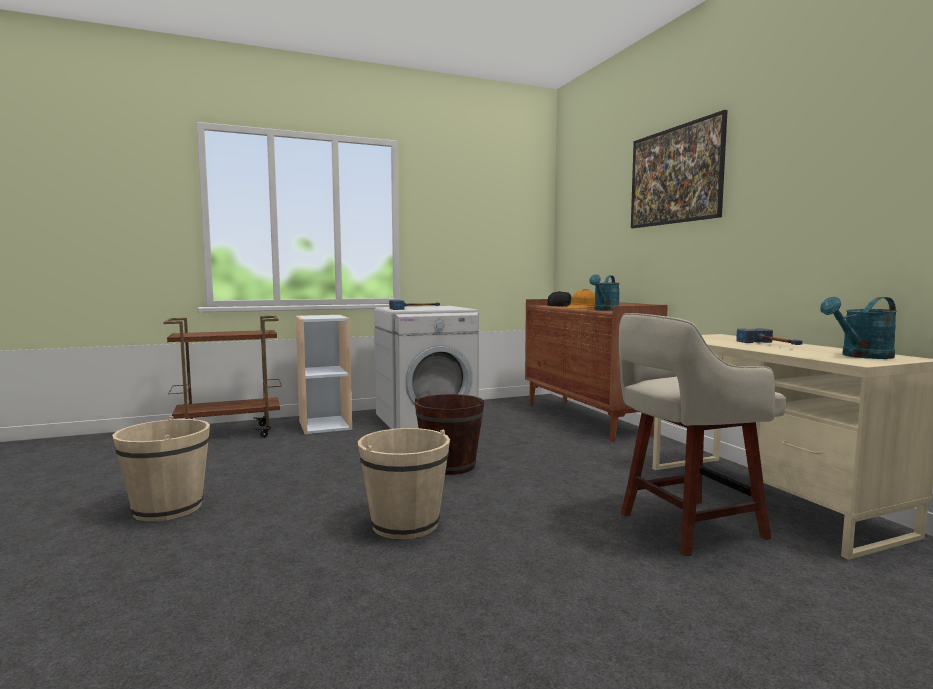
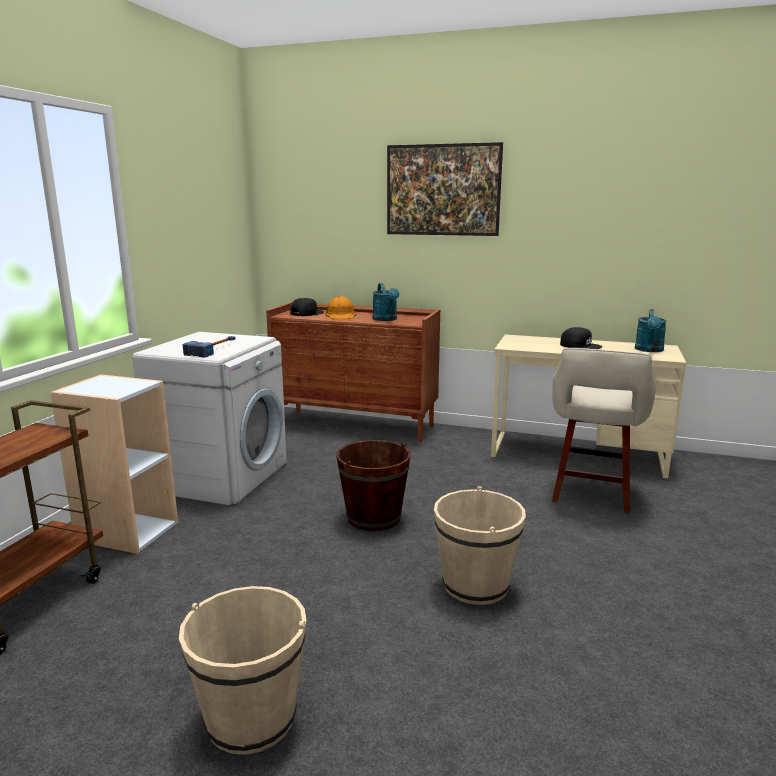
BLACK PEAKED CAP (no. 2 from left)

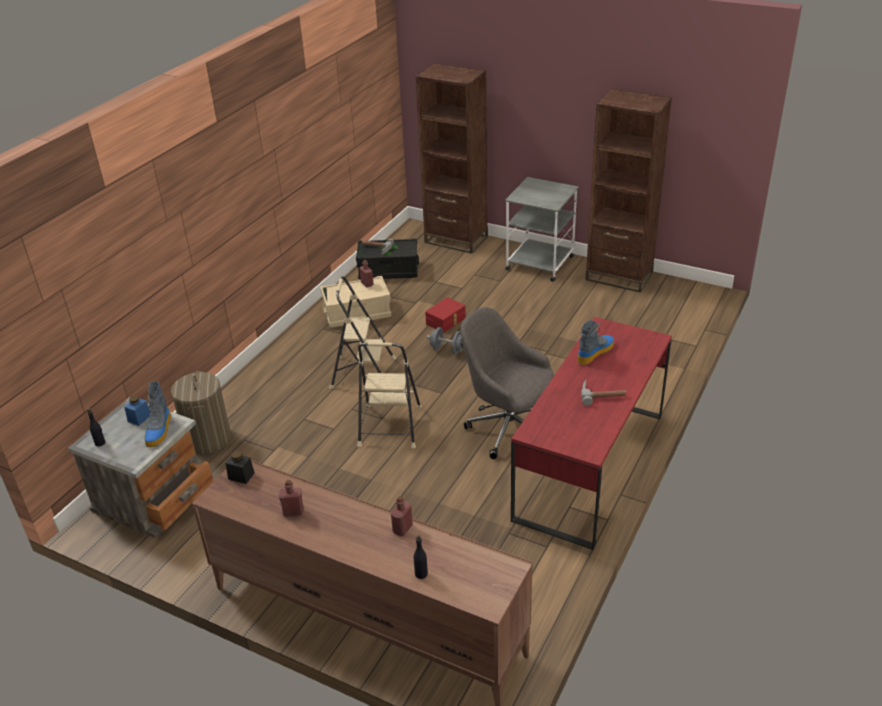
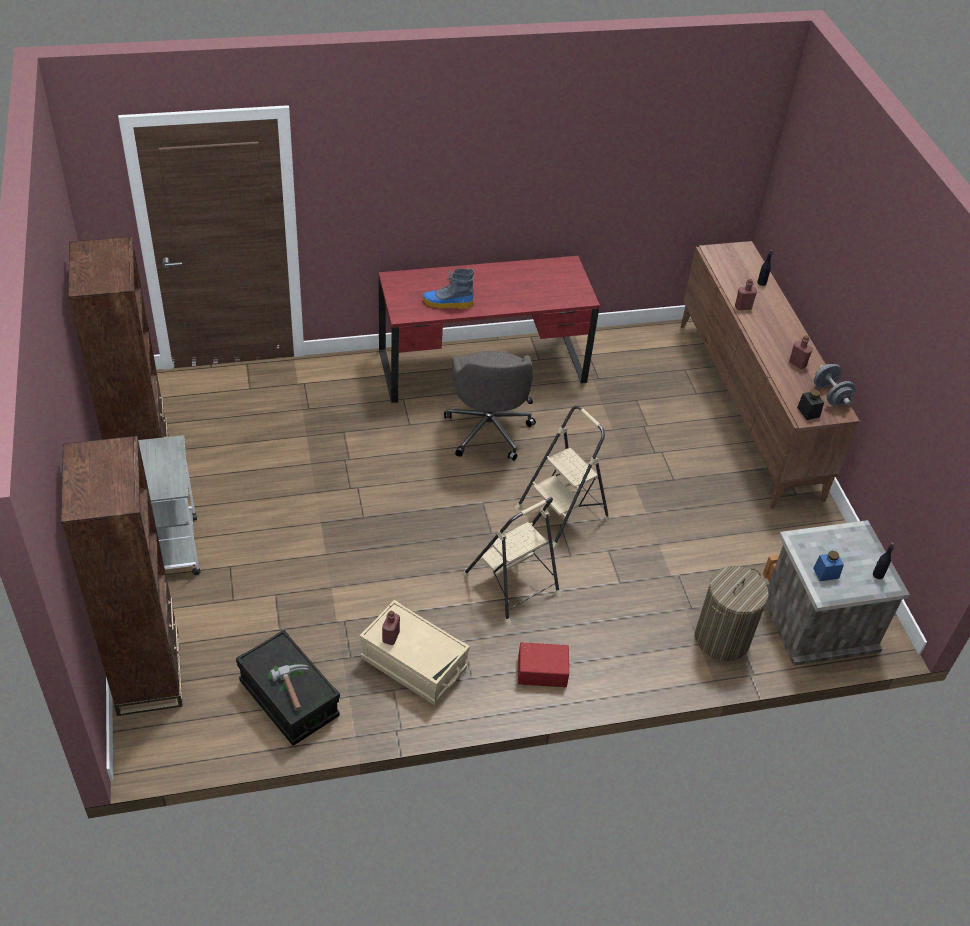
BOOT (no. 1 from left in the first image); TOOL HAMMER (no. 2 from left in the first image); RED STORAGE BIN; GRAY FREE WEIGHT

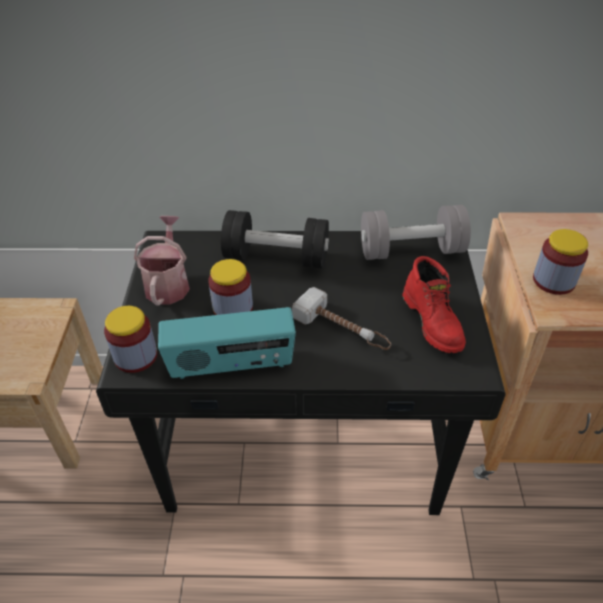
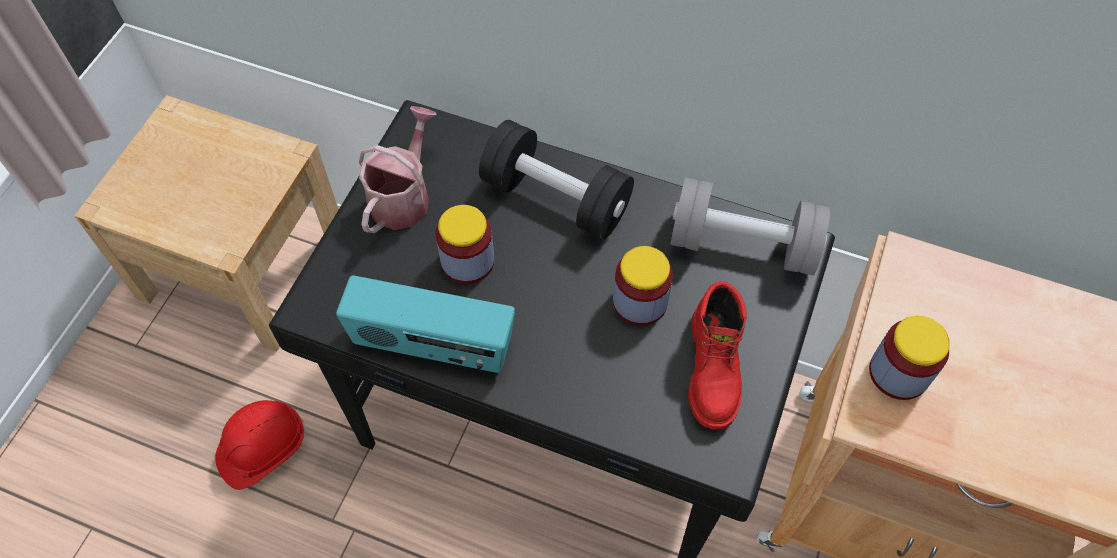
TOOL HAMMER; RED WORK HELMET; STORAGE JAR (no. 2 from left)

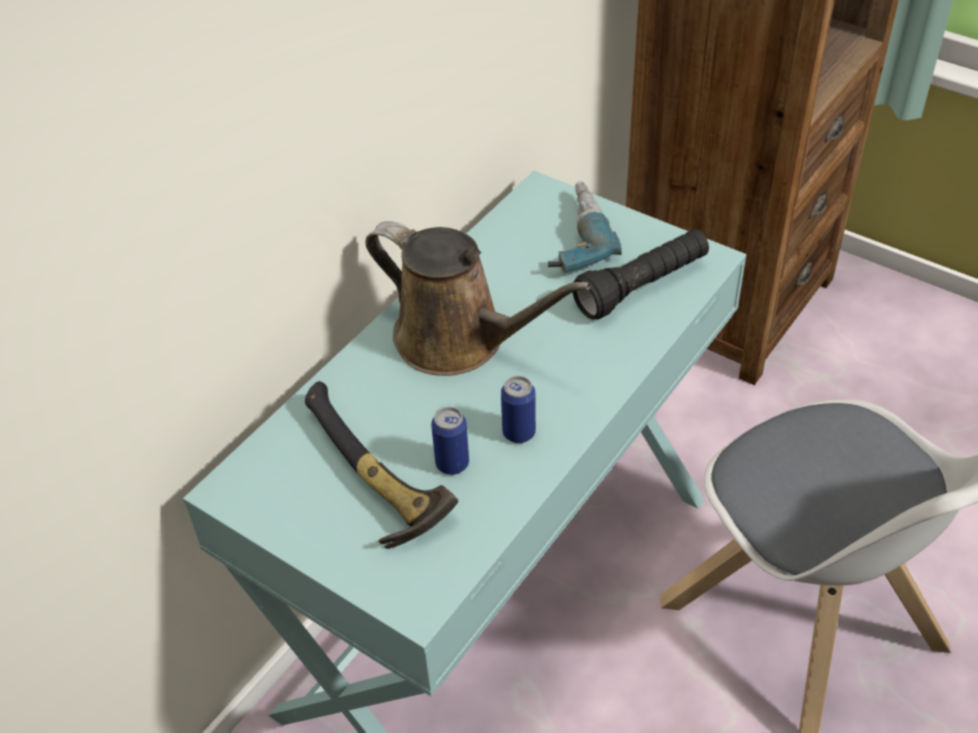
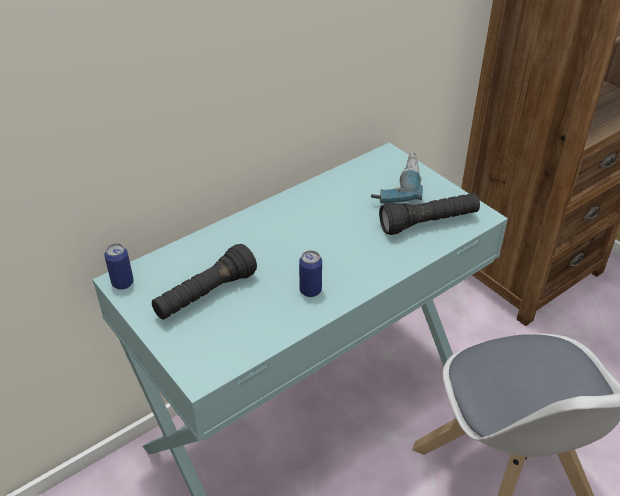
BROWN WATERING CAN; CAN (no. 1 from left); BLACK TORCH (no. 1 from left)

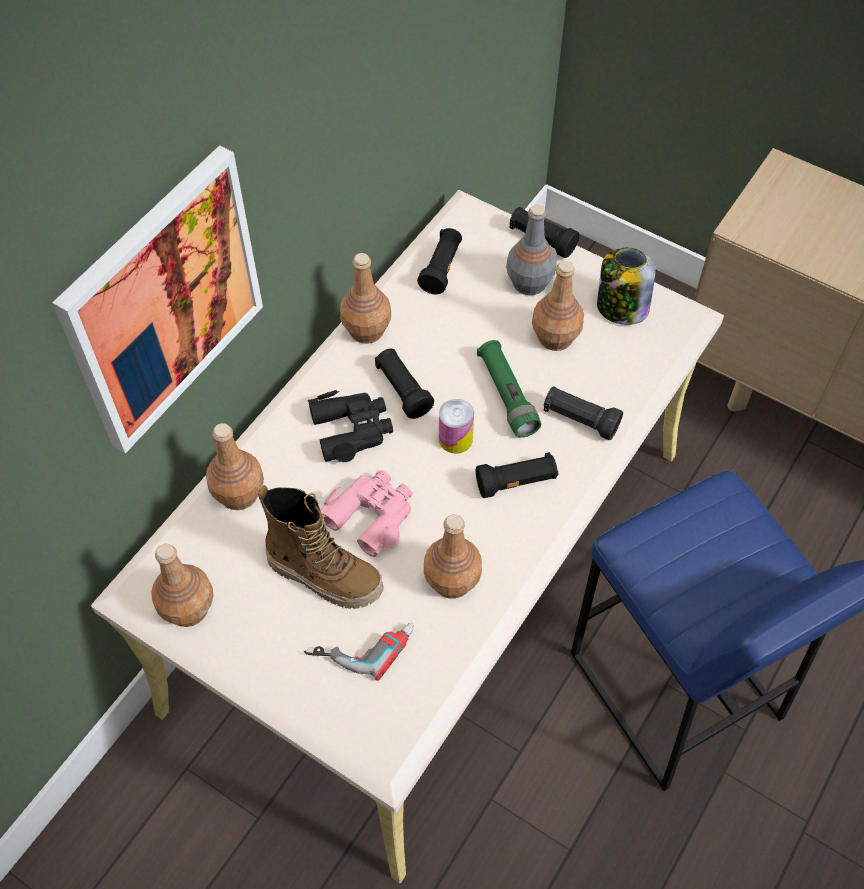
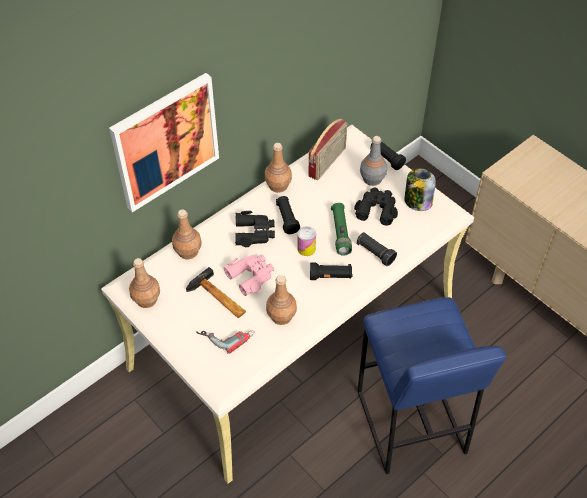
TOOL HAMMER; RADIO RECEIVER; BLACK PAIR OF BINOCULARS (no. 2 from left)

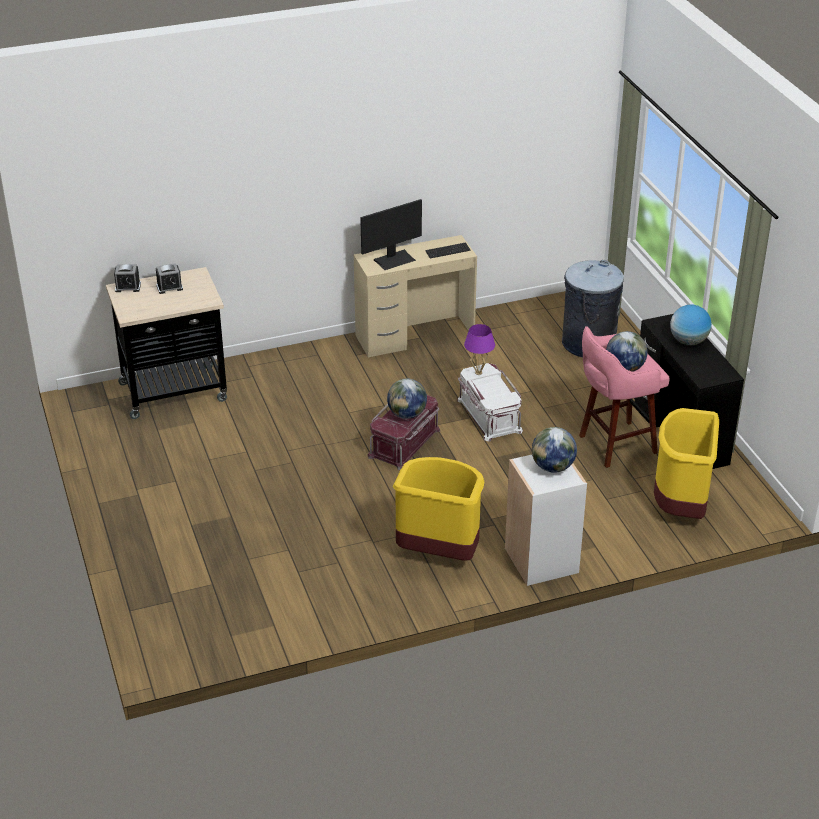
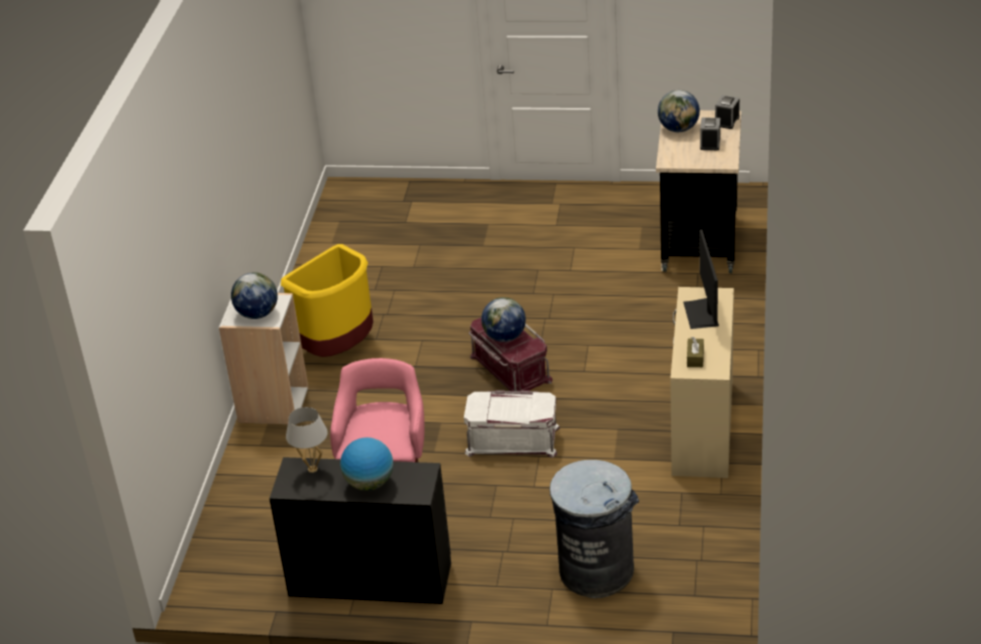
PURPLE TABLE LAMP; YELLOW-COLOURED TRASH CAN (no. 2 from left in the first image); WHITISH TABLE LAMP; DESK GLOBE (no. 4 from left); BROWN TISSUE HOLDER

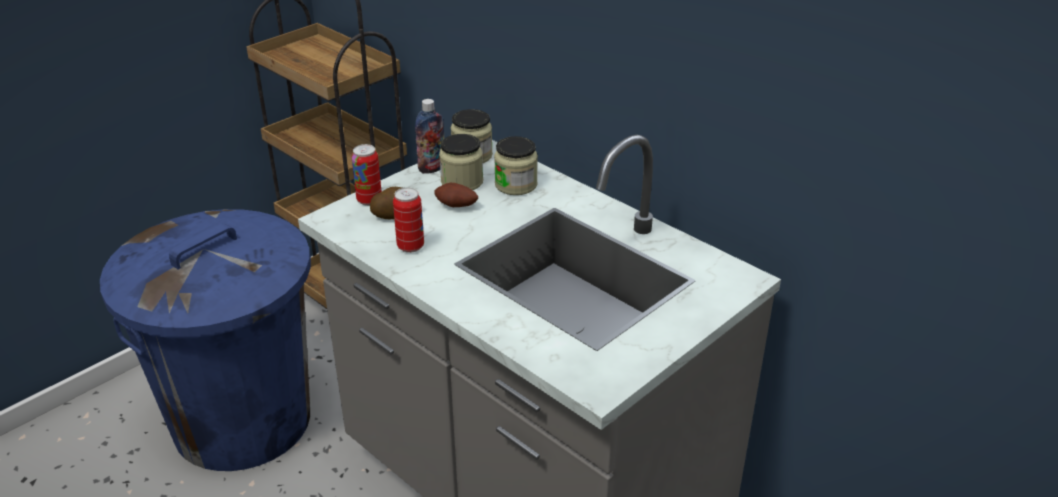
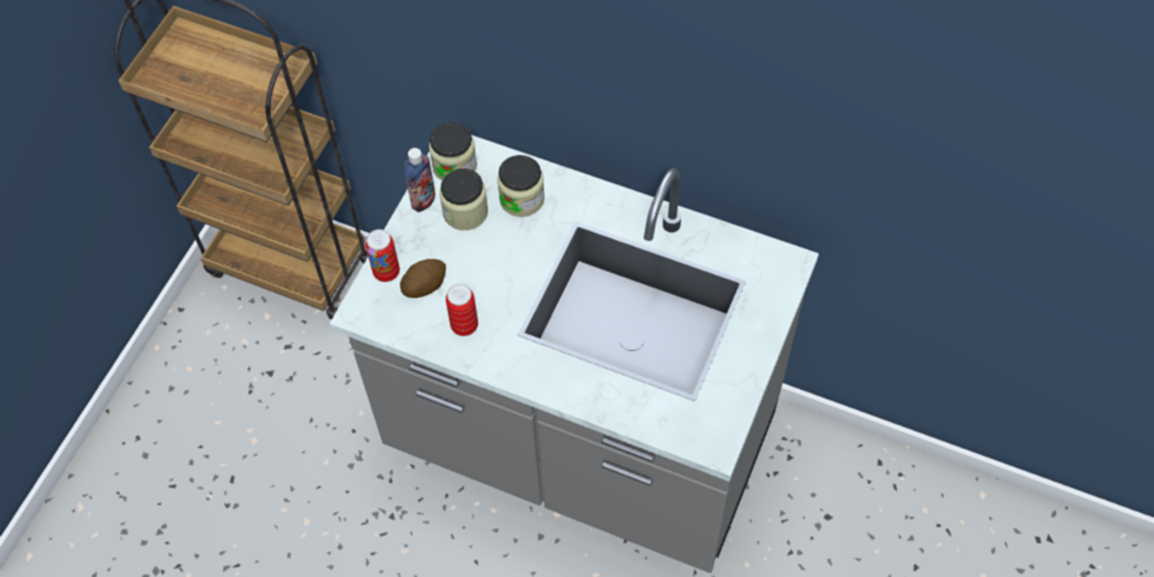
BLUISH TRASH CAN; SPUD (no. 2 from left in the first image)

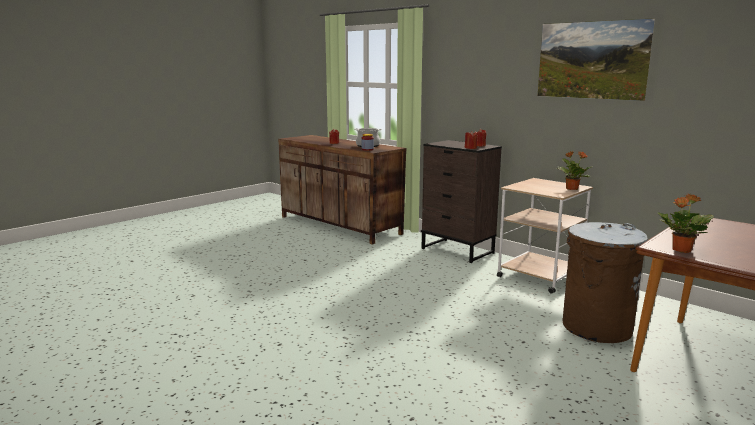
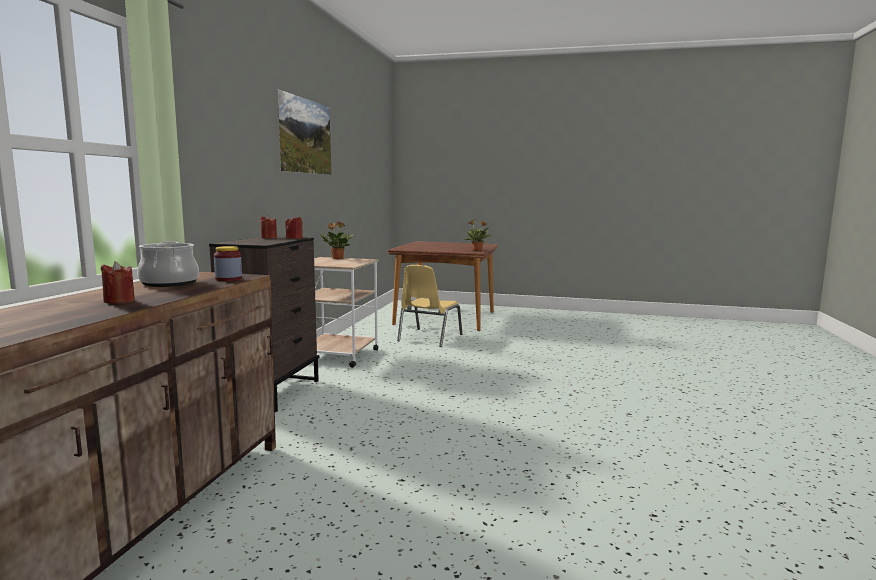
YELLOW-COLOURED PLAIN CHAIR

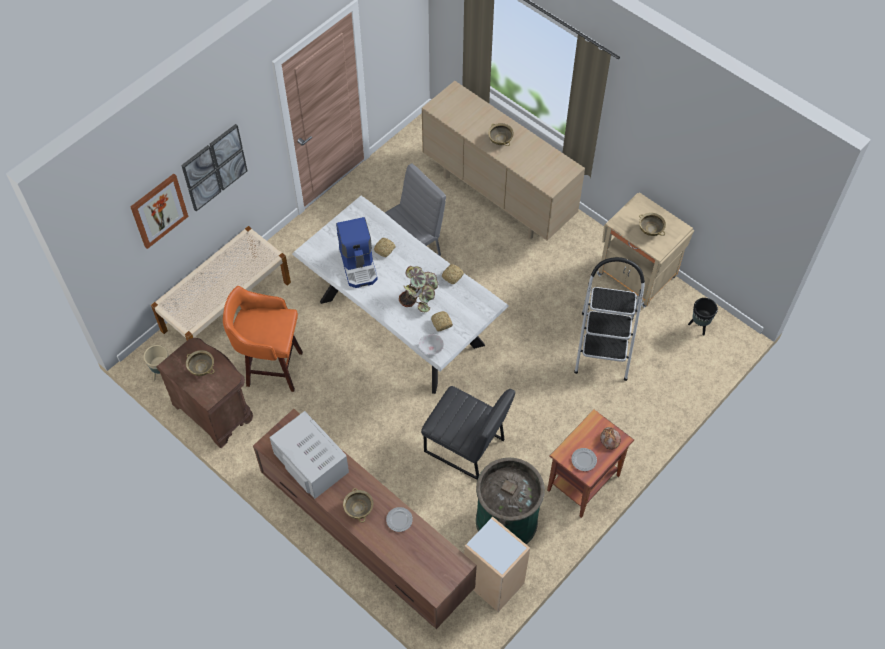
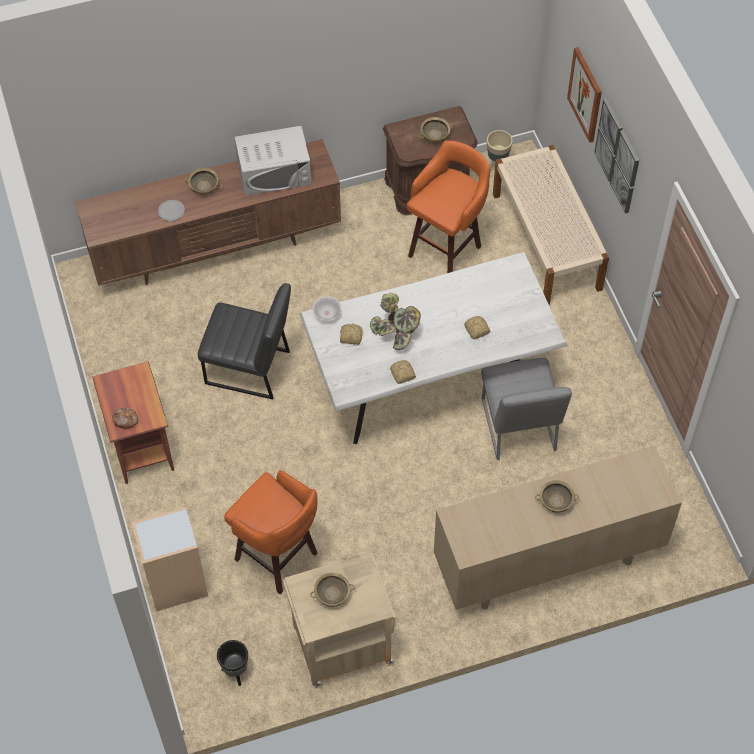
COFFEE BREWER; GREEN-COLOURED TRASH CAN; DINNER PLATE (no. 2 from left in the first image); BOOKSHELF; ORANGE-COLOURED STOOL (no. 1 from left); GRAY PLAIN CHAIR (no. 1 from left)

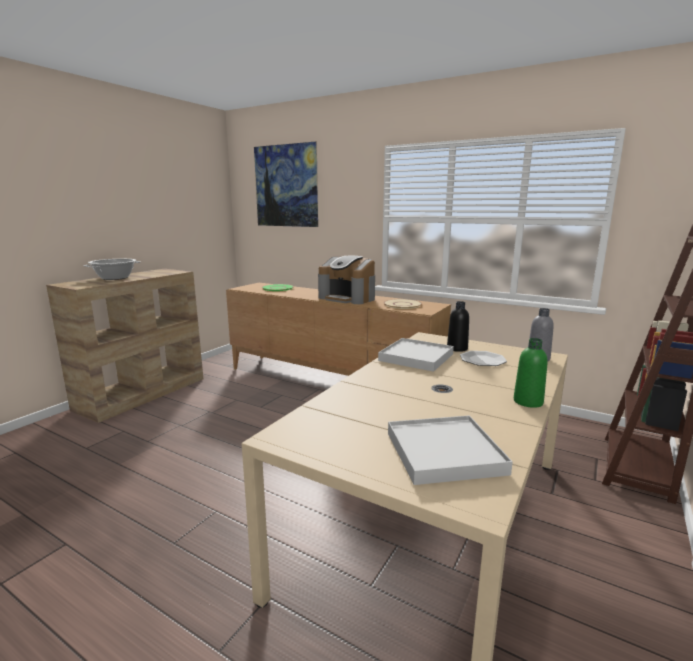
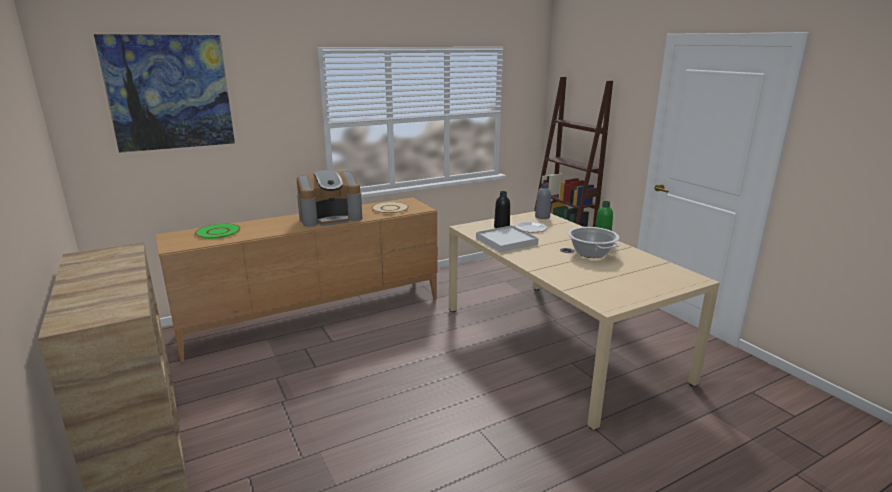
WHITISH SERVING TRAY (no. 2 from left in the first image); SAUCEPOT

